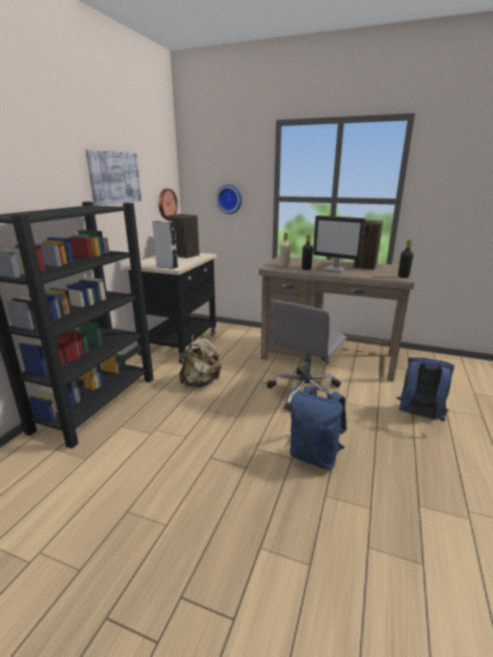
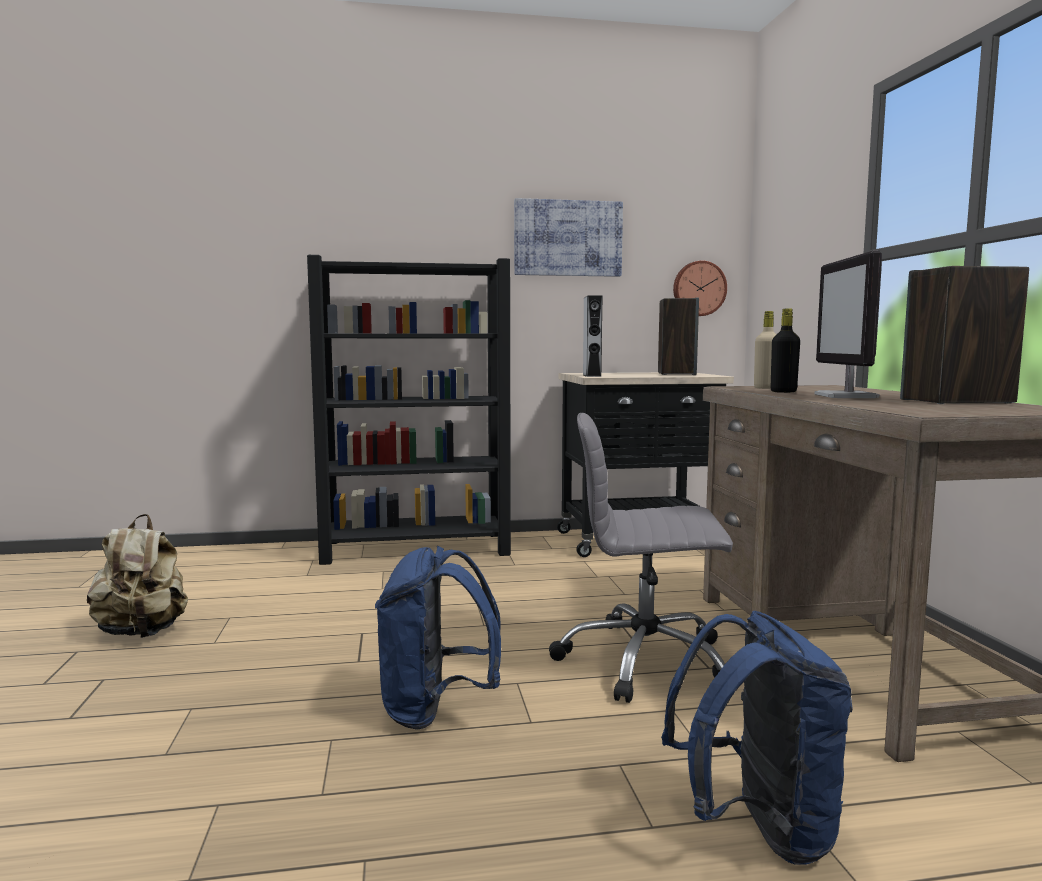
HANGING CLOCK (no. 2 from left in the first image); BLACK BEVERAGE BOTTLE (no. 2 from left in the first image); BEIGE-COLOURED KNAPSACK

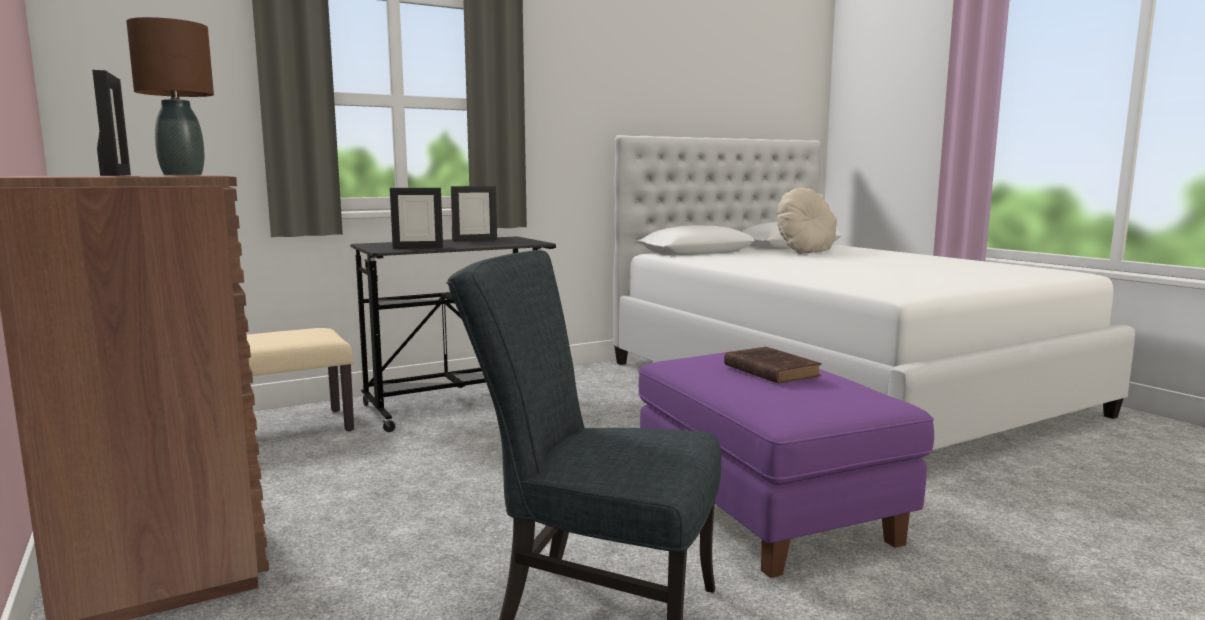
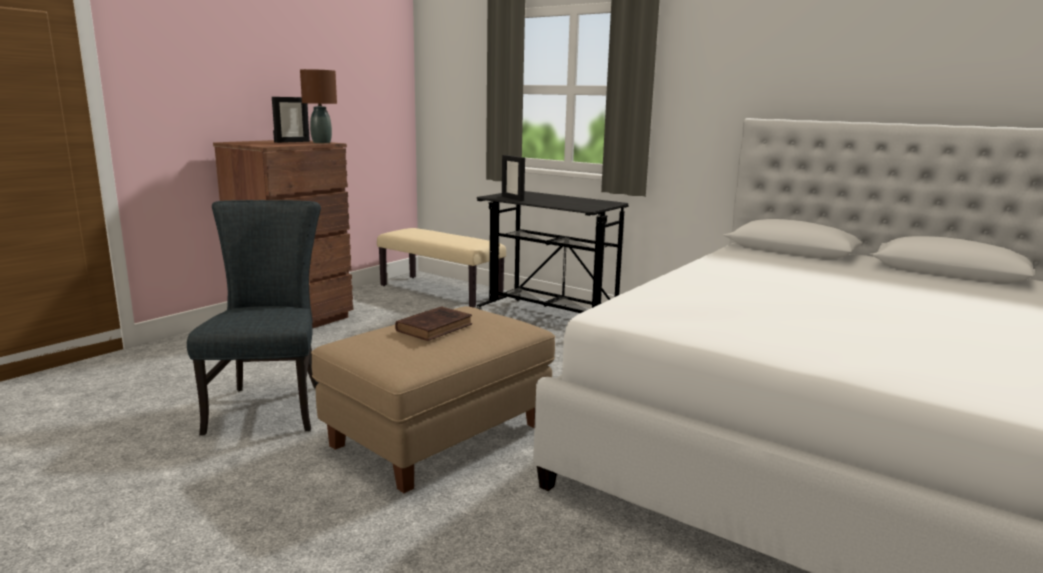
STANDING FRAME (no. 3 from left in the first image); BEIGE-COLOURED THROW PILLOW; BEIGE-COLOURED POUFFE

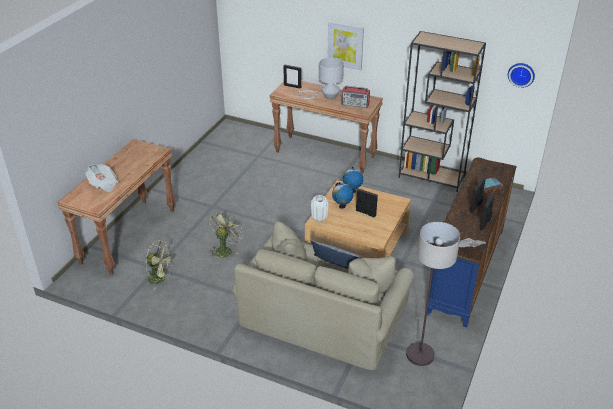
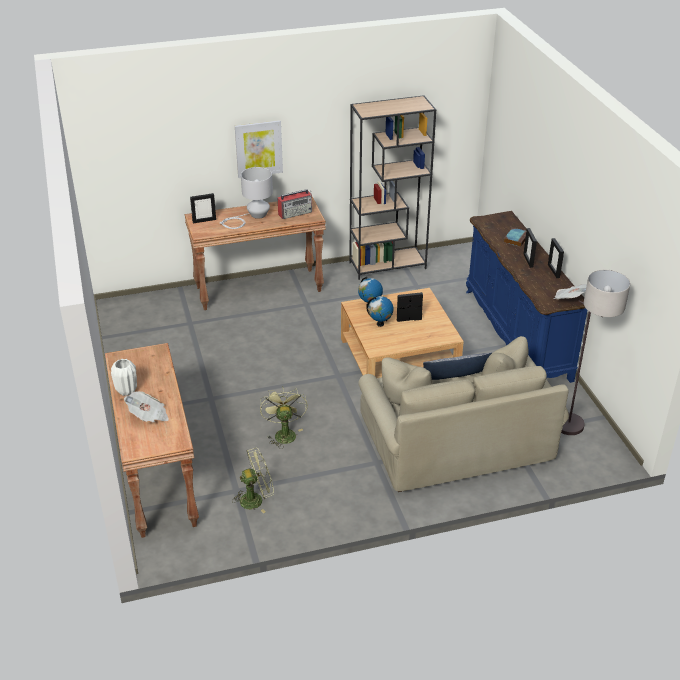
HANGING CLOCK; WHITISH VASE

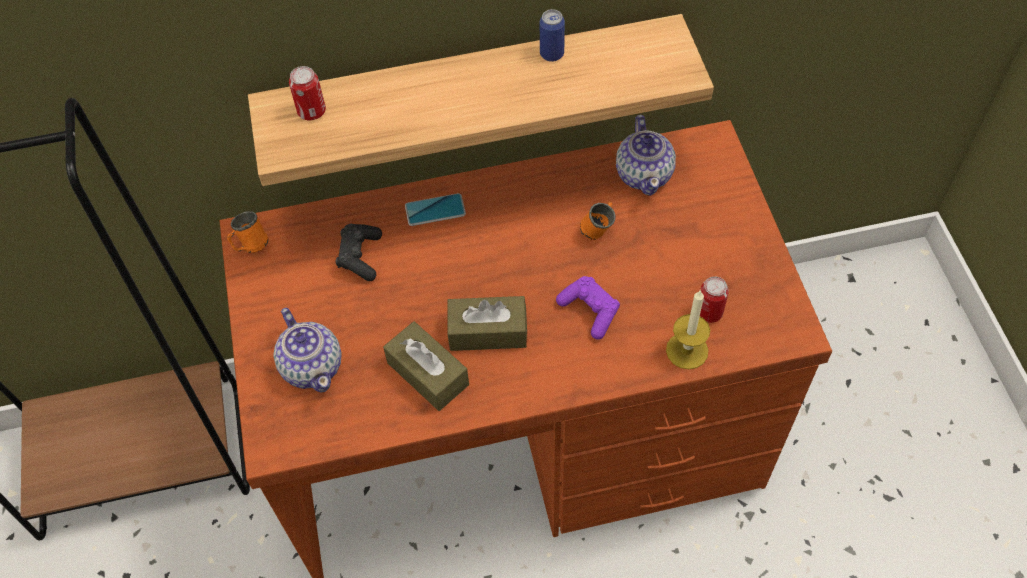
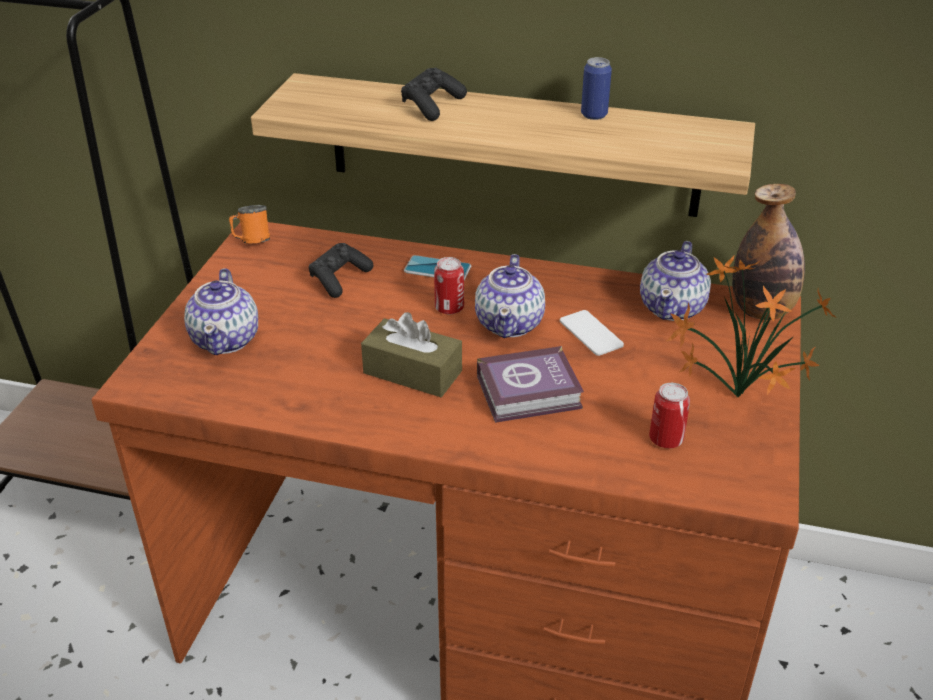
BROWN TISSUE HOLDER (no. 1 from left in the first image); WAX LIGHT; BLACK GAME CONTROLLER (no. 2 from left); TEAPOT (no. 2 from left); POTTED PLANT; BEVERAGE BOTTLE; CAN (no. 1 from left); BOOK; TELEPHONE (no. 2 from left)

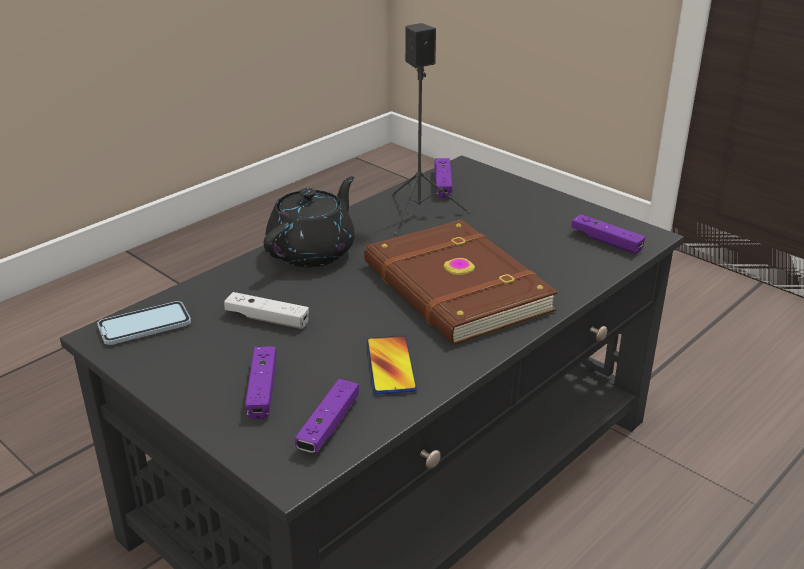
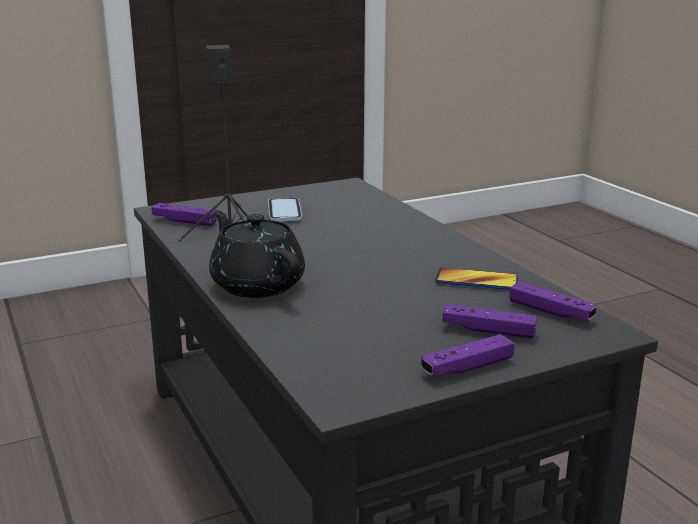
WHITISH GAME CONTROLLER; BROWN BOOK; TELEPHONE (no. 1 from left); PURPLE GAME CONTROLLER (no. 2 from left)

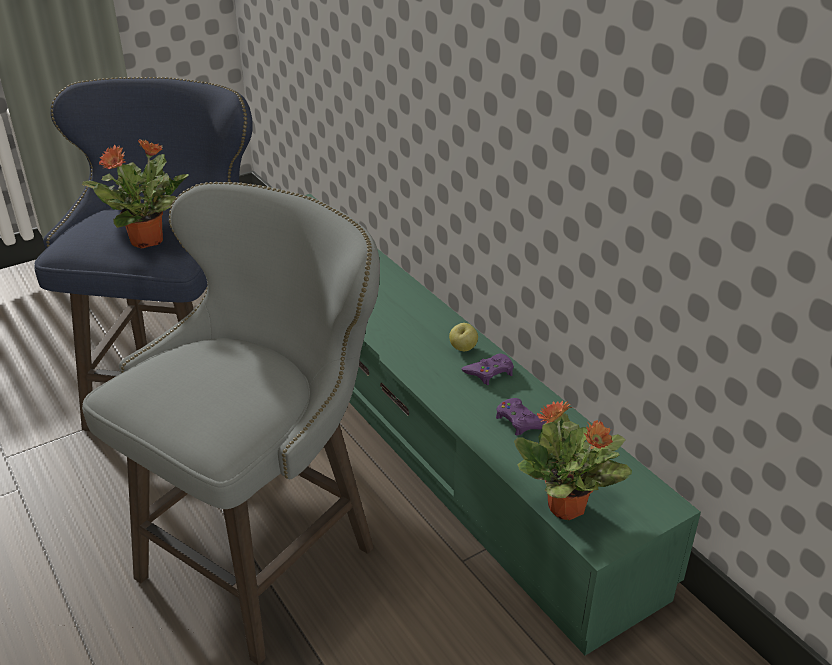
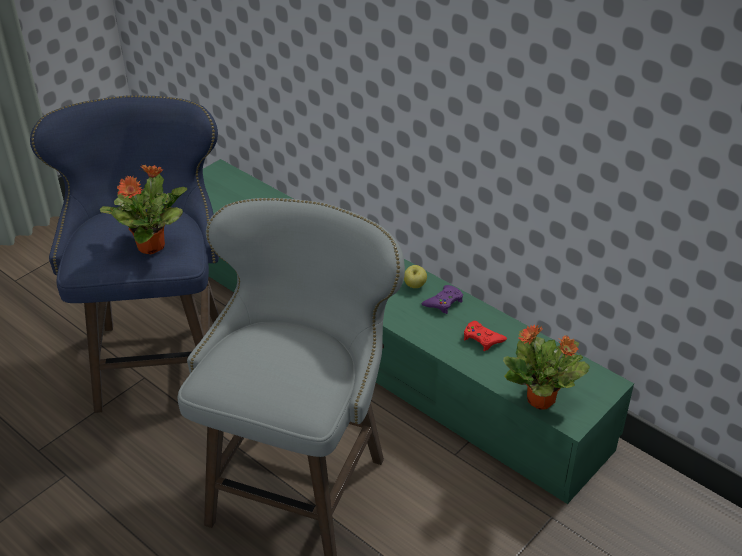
RED GAME CONTROLLER

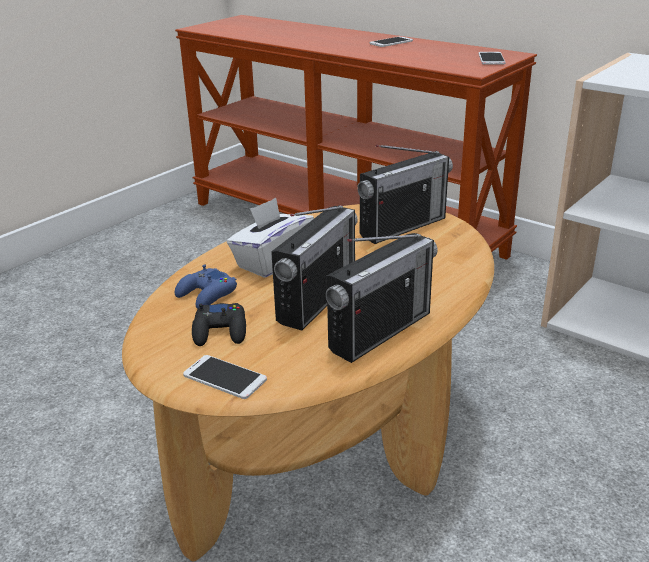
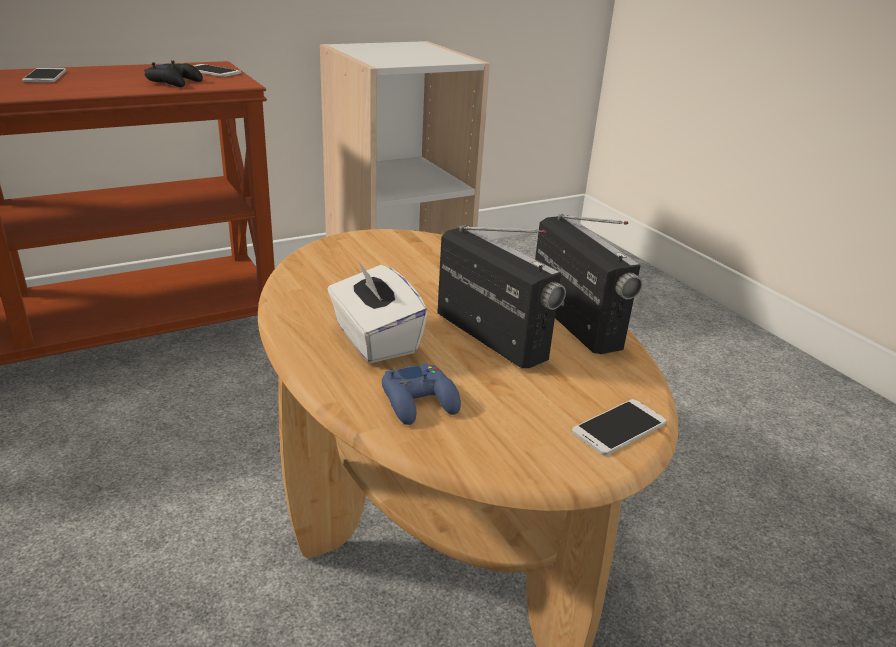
RADIO RECEIVER (no. 3 from left in the first image); BLACK GAME CONTROLLER

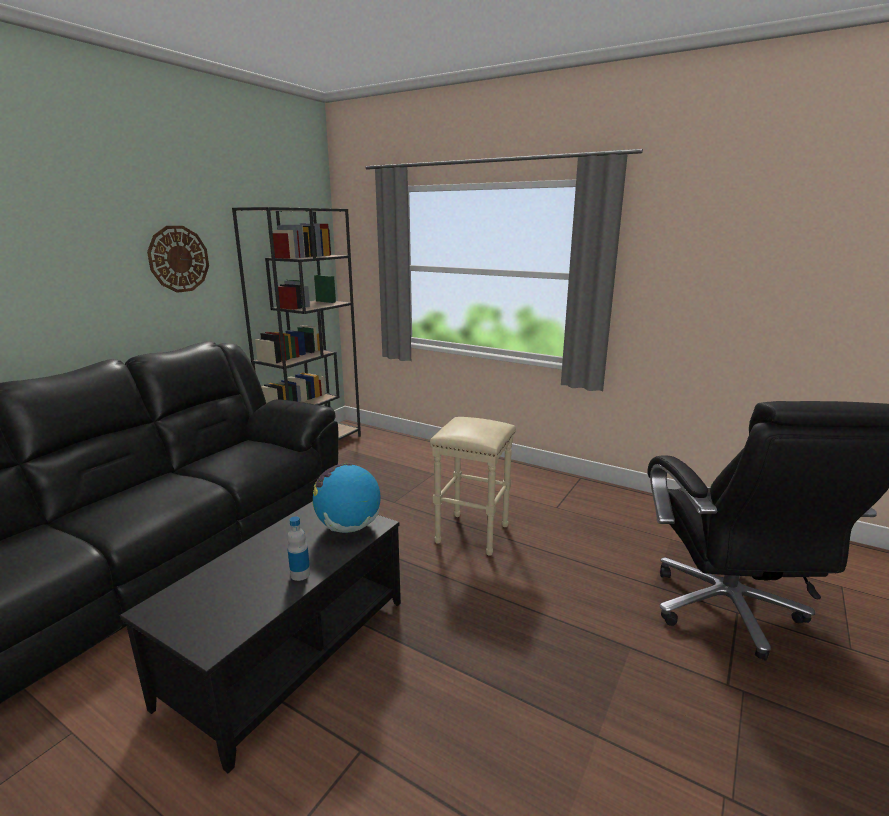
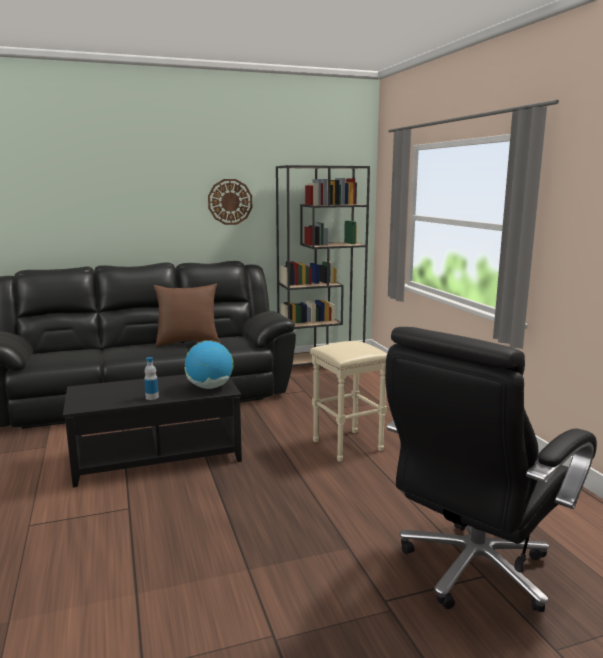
BROWN THROW PILLOW

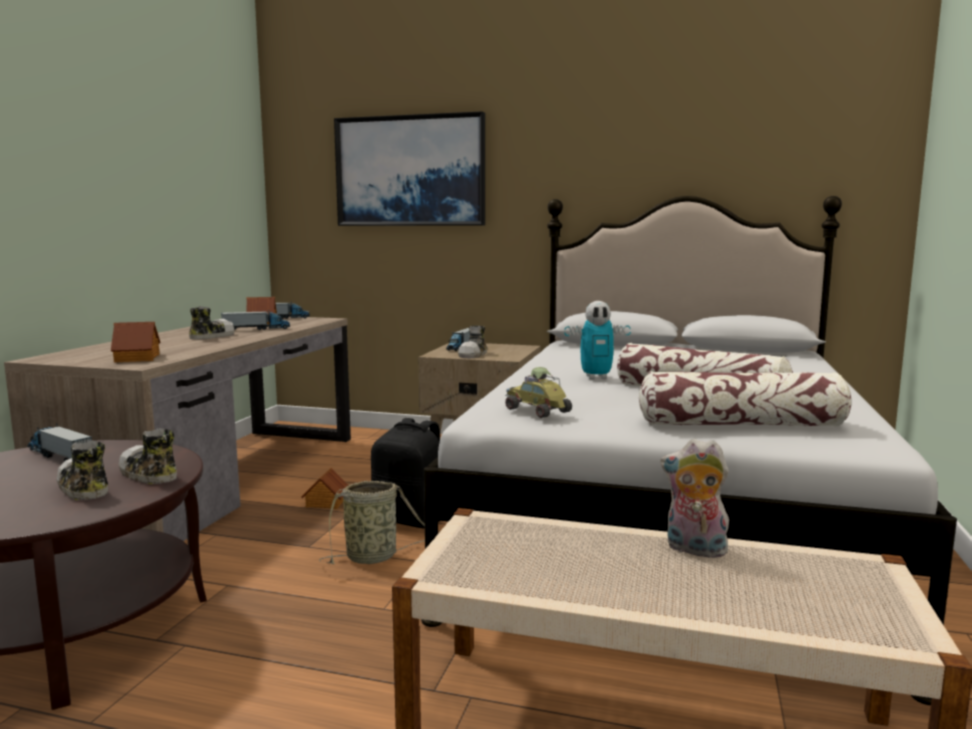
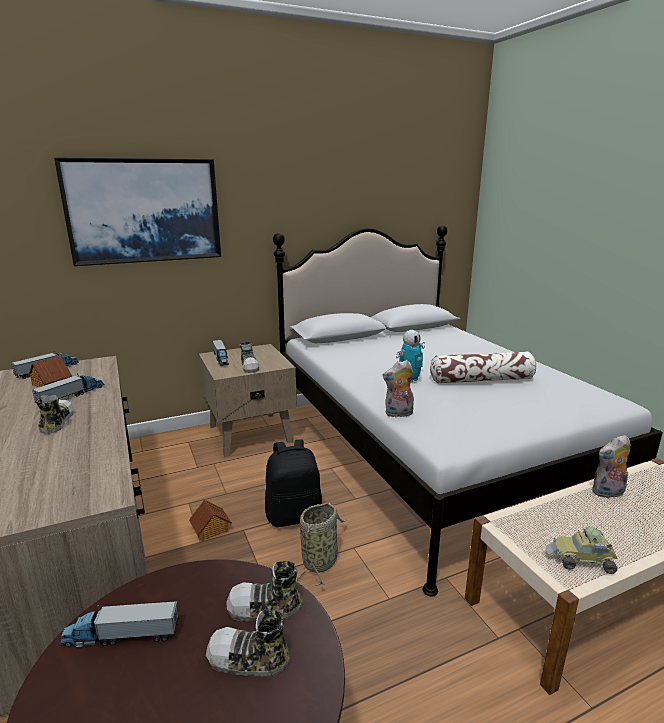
TOY HOUSE (no. 1 from left in the first image); THROW PILLOW (no. 2 from left in the first image); CUDDLY TOY (no. 1 from left); TOY CAR

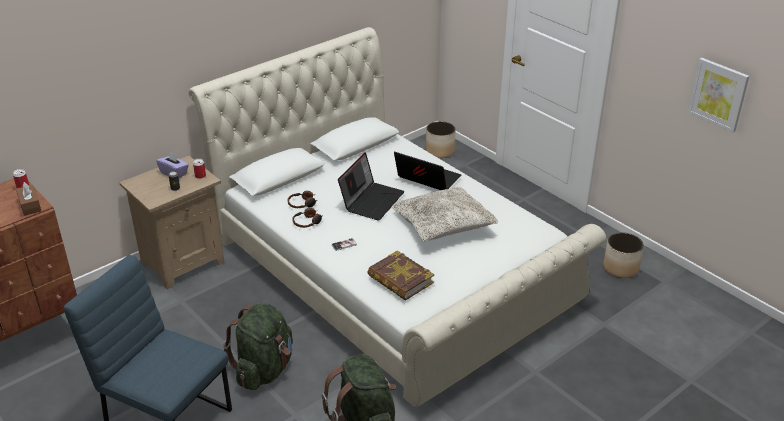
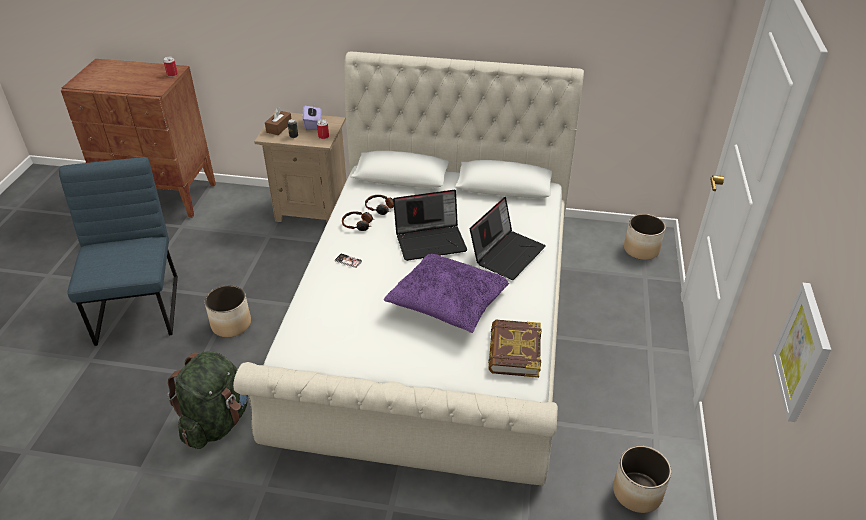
BROWN TISSUE HOLDER; BOOK; PLANTER (no. 1 from left); PURPLE THROW PILLOW; PORTABLE COMPUTER (no. 2 from left)

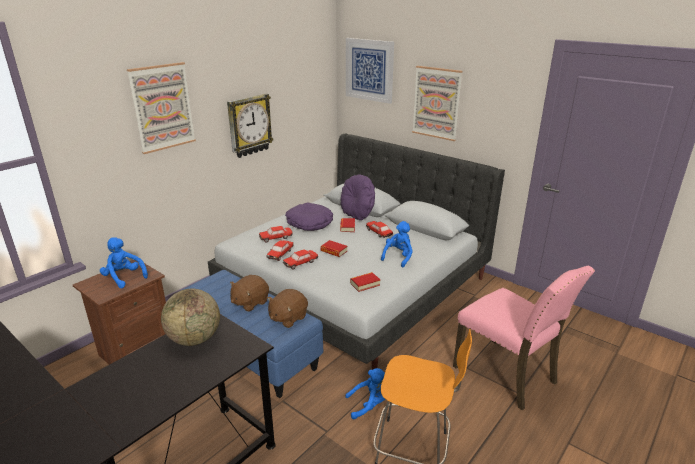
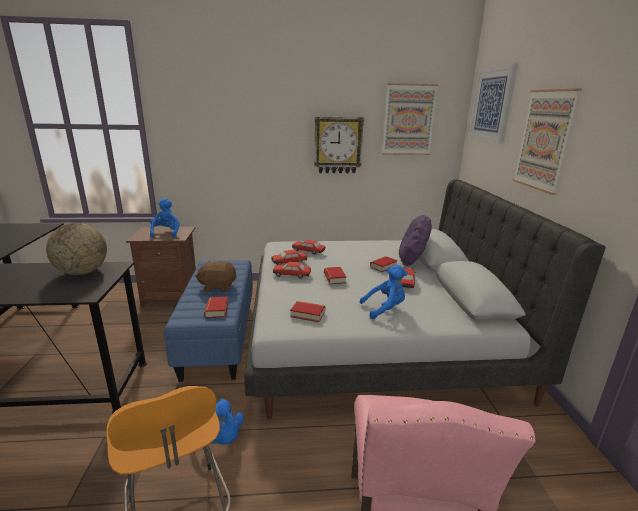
PURPLE THROW PILLOW (no. 1 from left in the first image); WALL ART (no. 1 from left); BOOK (no. 1 from left)

